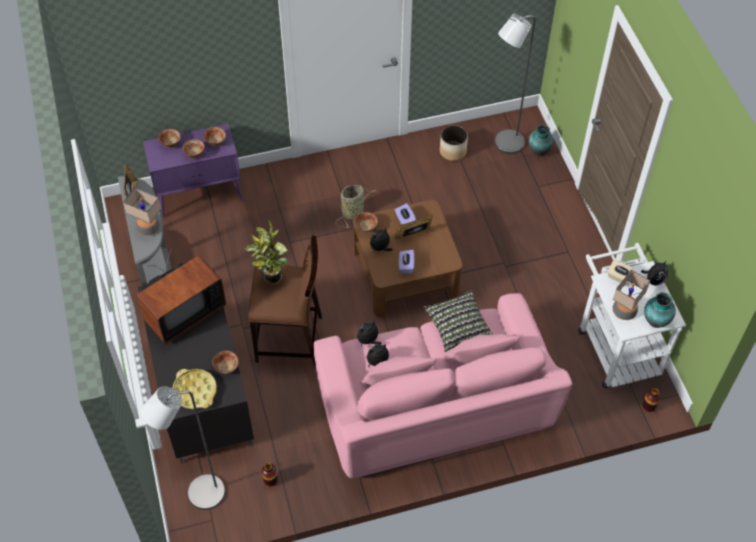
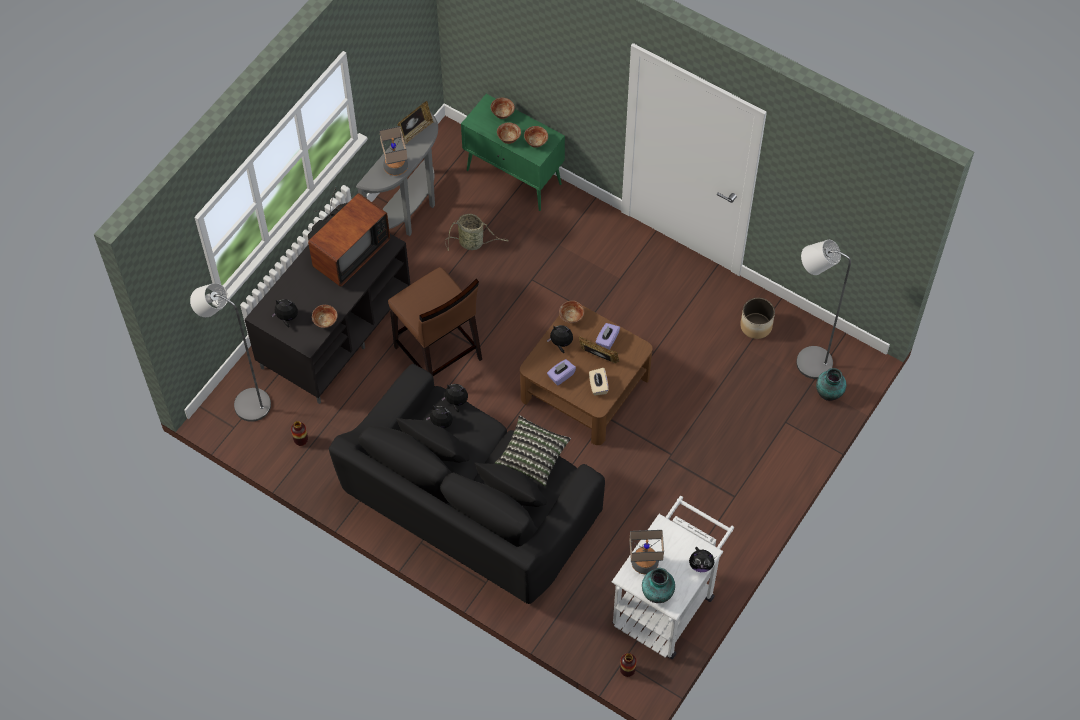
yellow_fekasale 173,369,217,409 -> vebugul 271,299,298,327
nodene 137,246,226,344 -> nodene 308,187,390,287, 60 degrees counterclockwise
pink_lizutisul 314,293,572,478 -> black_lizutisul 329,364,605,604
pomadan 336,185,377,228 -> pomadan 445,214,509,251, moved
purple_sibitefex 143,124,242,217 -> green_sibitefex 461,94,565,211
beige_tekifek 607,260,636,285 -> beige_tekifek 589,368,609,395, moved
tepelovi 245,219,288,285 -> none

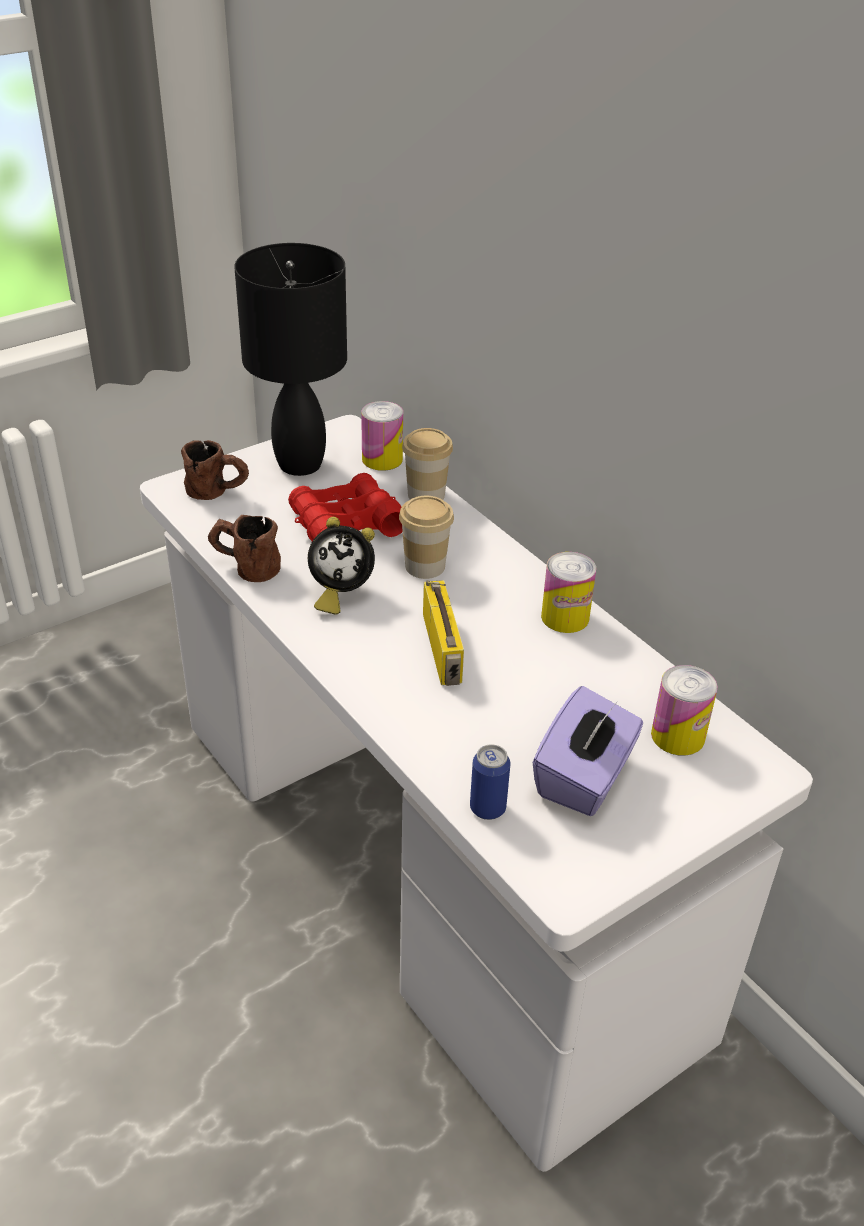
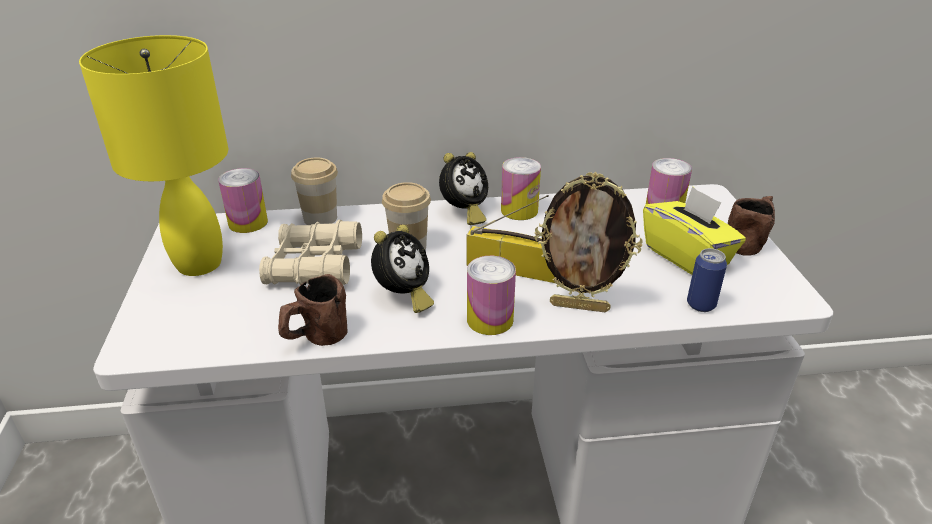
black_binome 234,243,347,476 -> yellow_binome 79,35,228,276
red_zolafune 288,473,403,541 -> beige_zolafune 259,220,362,285
none -> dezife 439,152,488,225
none -> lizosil 467,256,516,335
none -> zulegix 534,172,643,312
purple_tekifek 533,686,643,816 -> yellow_tekifek 643,186,746,275
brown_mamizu 181,440,249,500 -> brown_mamizu 728,196,775,256, moved

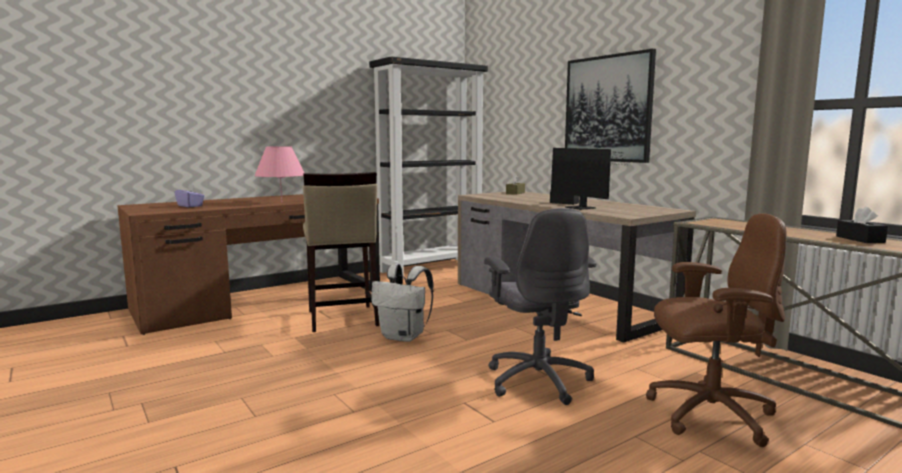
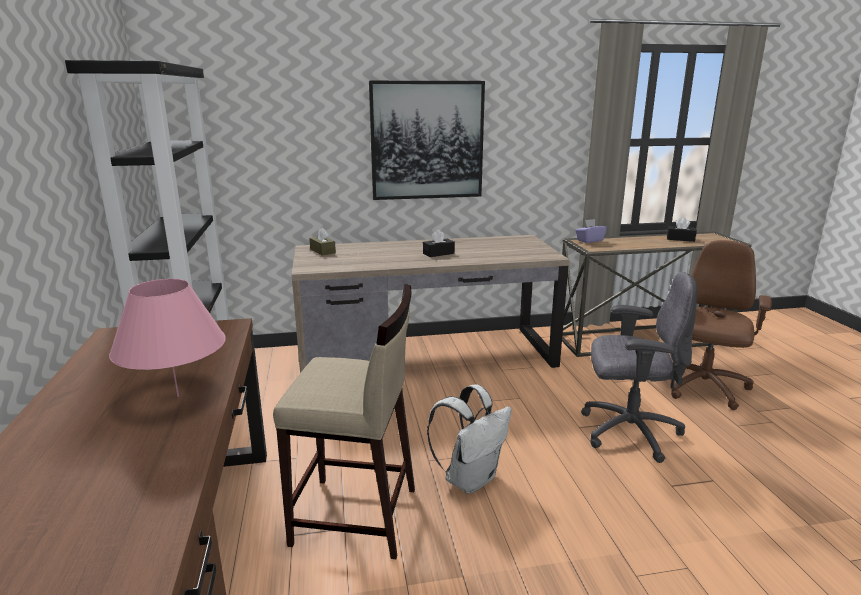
purple_tekifek 174,184,205,207 -> purple_tekifek 575,219,607,243, moved
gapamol 550,148,631,210 -> none

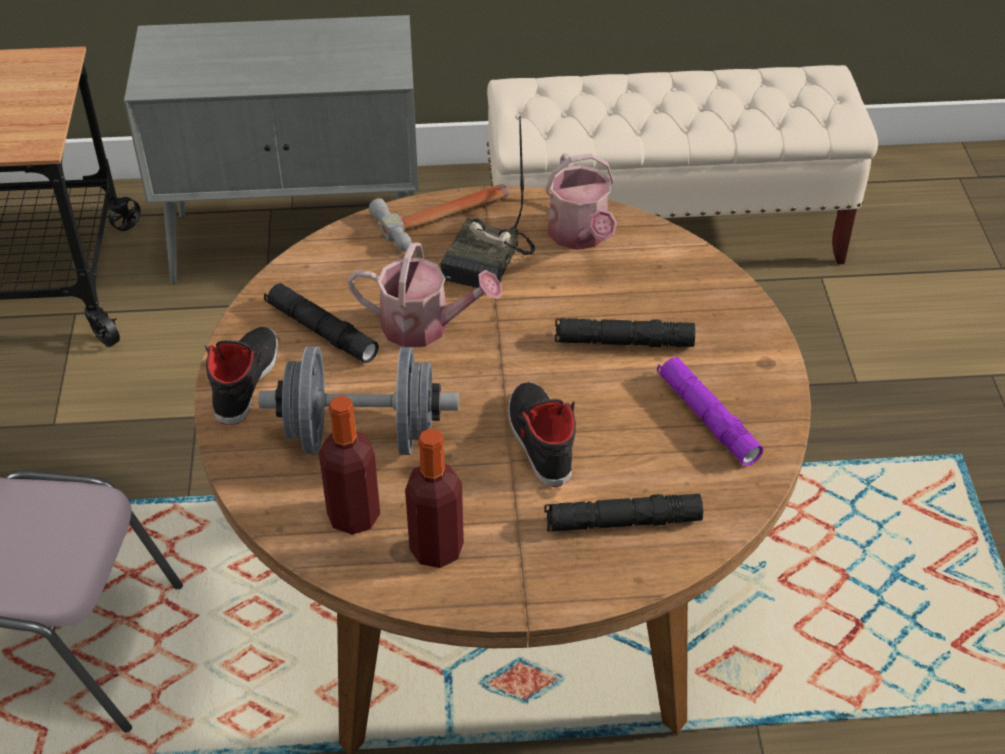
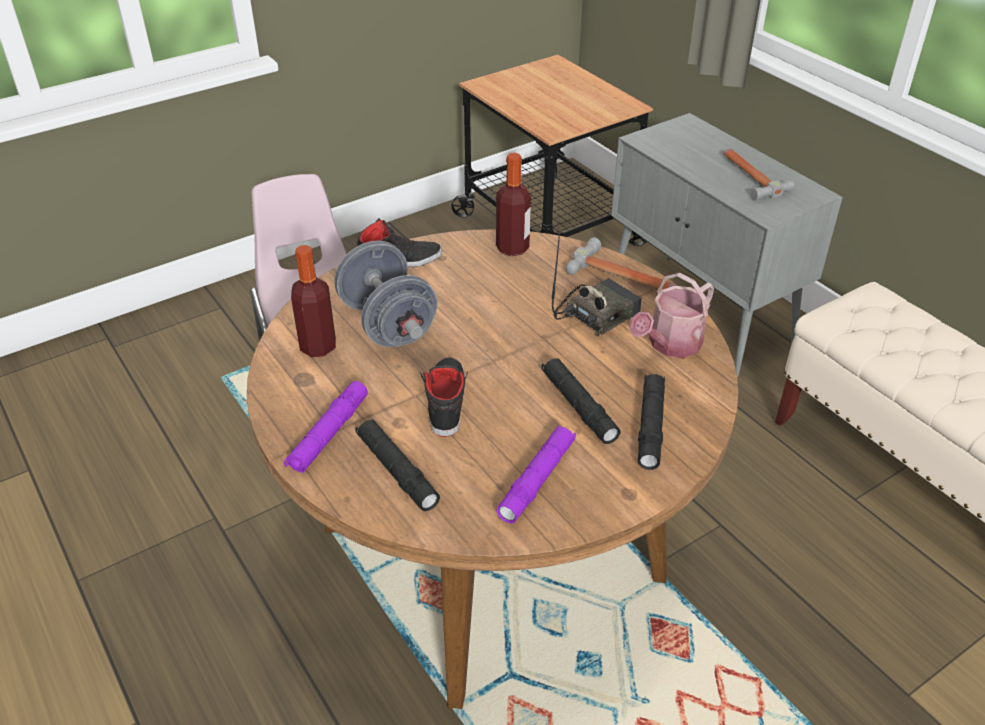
none -> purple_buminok 284,381,368,473
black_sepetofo 508,382,576,487 -> black_sepetofo 420,357,468,437, 45 degrees counterclockwise
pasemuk 405,428,464,568 -> pasemuk 496,153,531,256, moved
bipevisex 440,116,535,288 -> bipevisex 552,233,642,336, 150 degrees clockwise
black_buminok 264,283,379,363 -> black_buminok 638,374,665,470, moved
none -> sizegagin 723,149,795,201
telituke 348,243,502,347 -> none

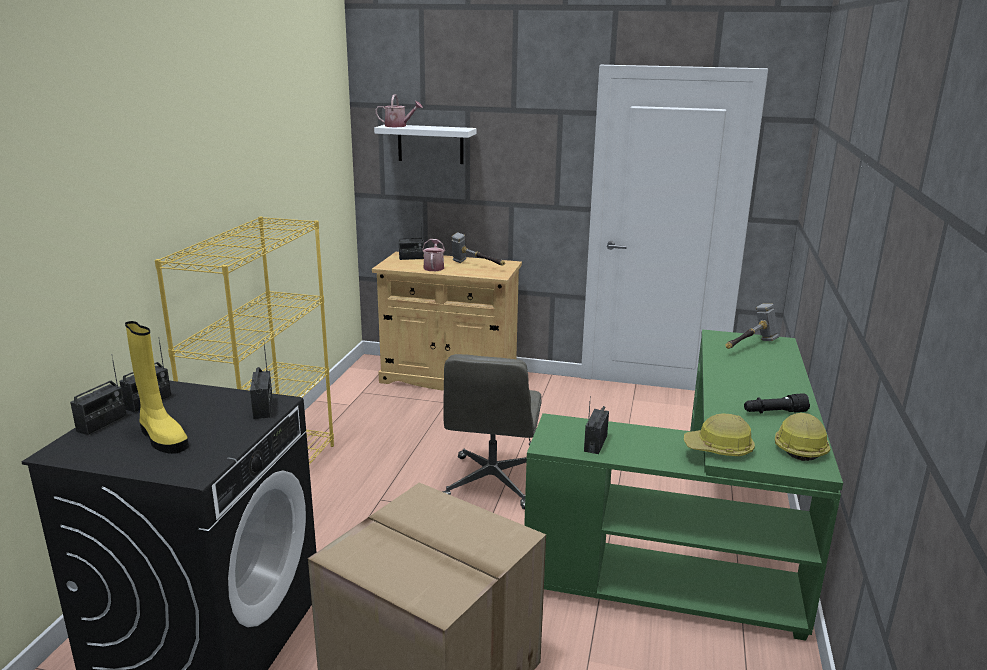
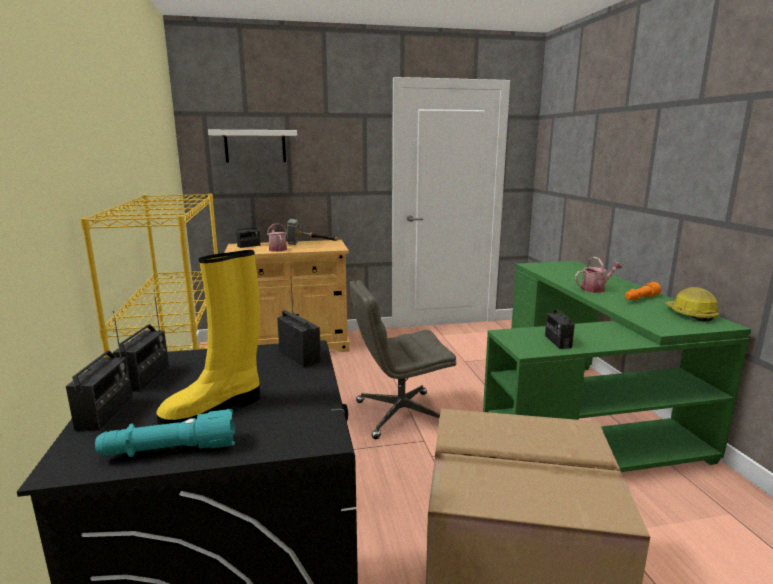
none -> turquoise_buminok 95,409,235,457
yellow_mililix 125,321,189,454 -> yellow_mililix 156,250,260,425, 120 degrees clockwise
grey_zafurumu 442,354,542,510 -> grey_zafurumu 349,280,456,439, 90 degrees clockwise
telituke 375,94,423,127 -> telituke 575,257,622,293, moved
black_buminok 744,393,810,413 -> orange_buminok 625,282,661,300
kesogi 684,414,755,456 -> none
sizegagin 726,303,779,349 -> none

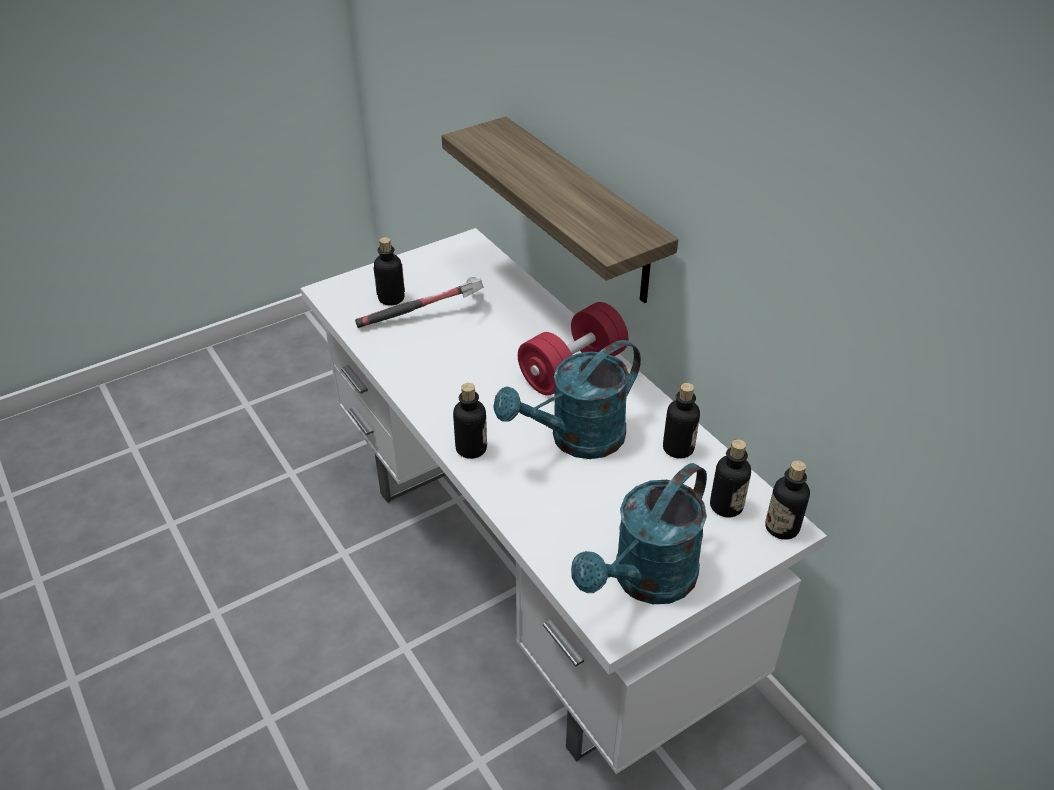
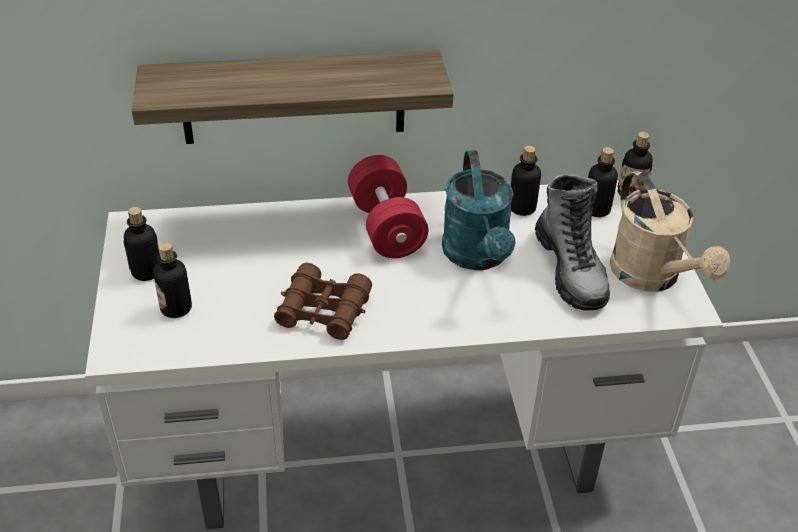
pasemuk 453,383,487,459 -> pasemuk 124,207,159,281, moved
none -> brown_zolafune 274,263,372,340
none -> mililix 535,174,610,310
turquoise_telituke 571,463,707,604 -> beige_telituke 610,171,730,292
sizegagin 355,277,484,328 -> none

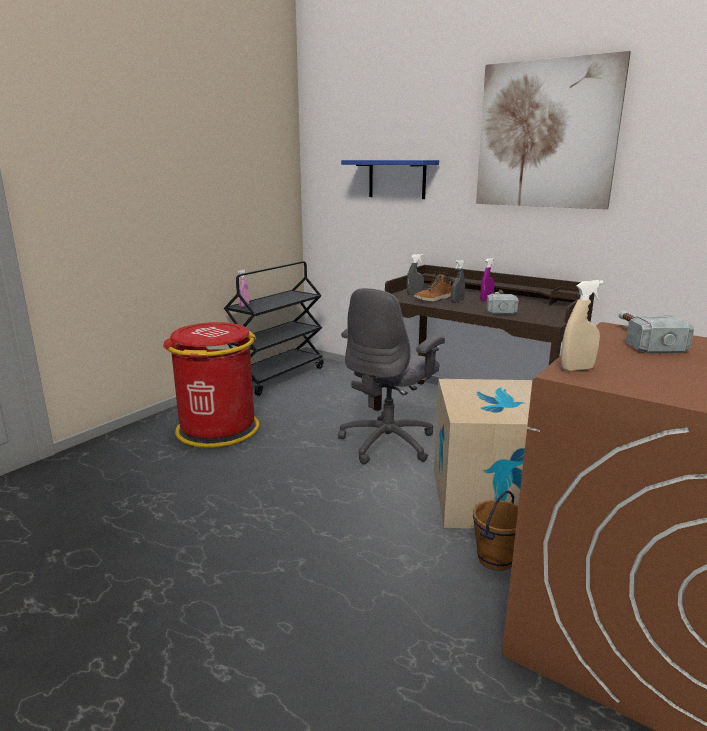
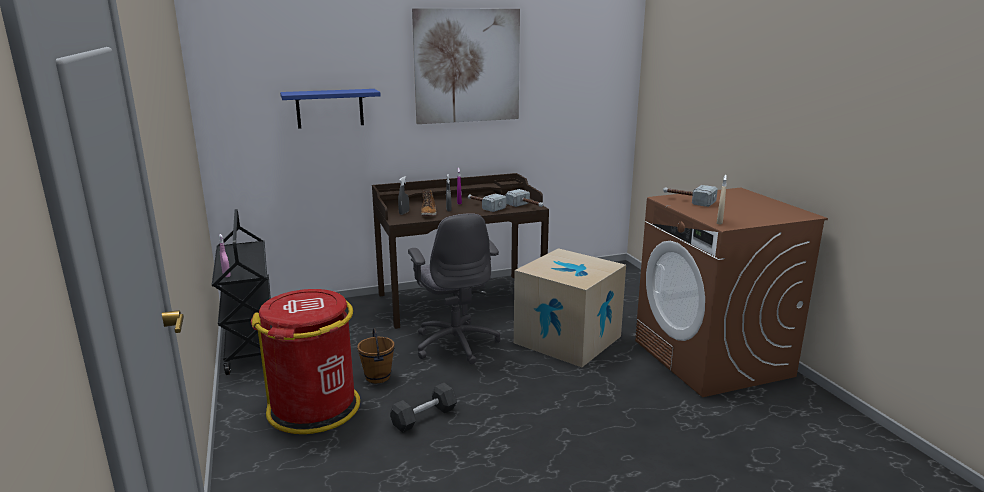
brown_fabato 473,491,518,571 -> brown_fabato 357,328,395,383, moved
none -> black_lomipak 390,383,457,433
none -> sizegagin 505,189,543,207

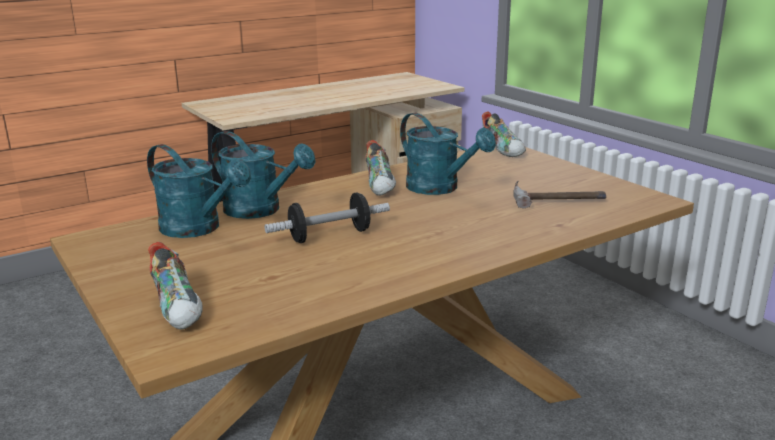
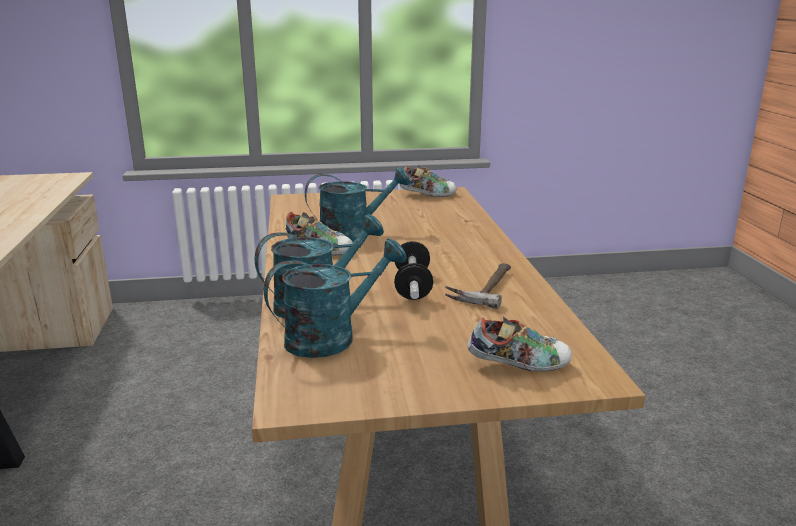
sepetofo 482,112,526,157 -> sepetofo 400,165,457,197, moved
sizegagin 513,181,606,208 -> sizegagin 445,263,511,309, moved

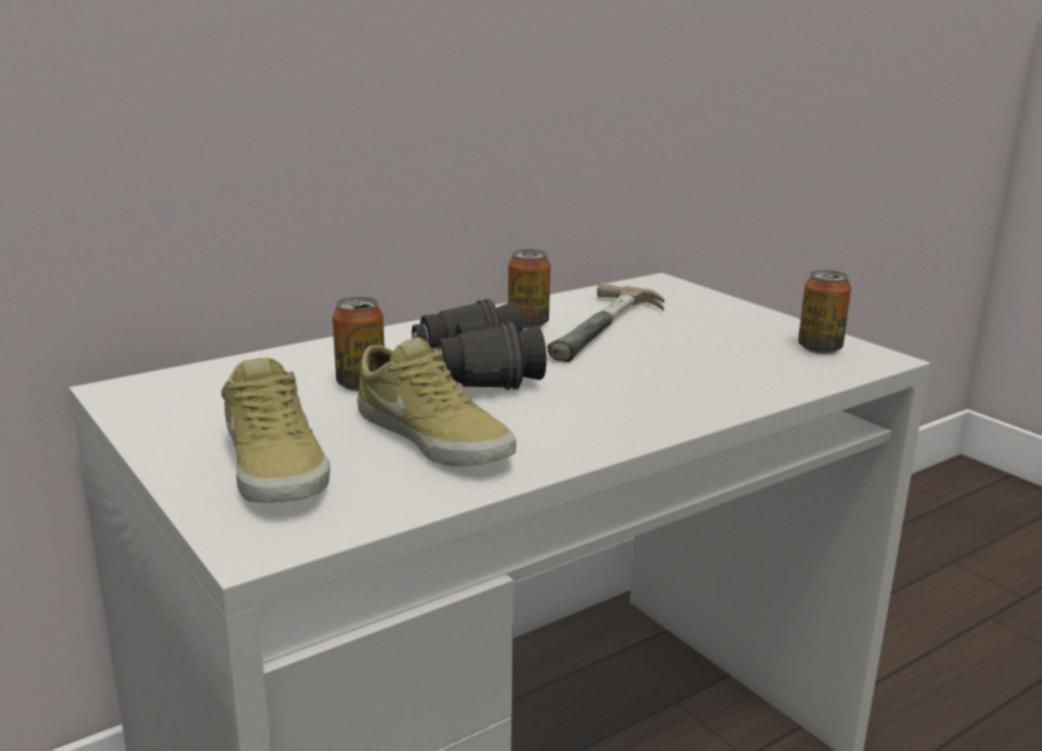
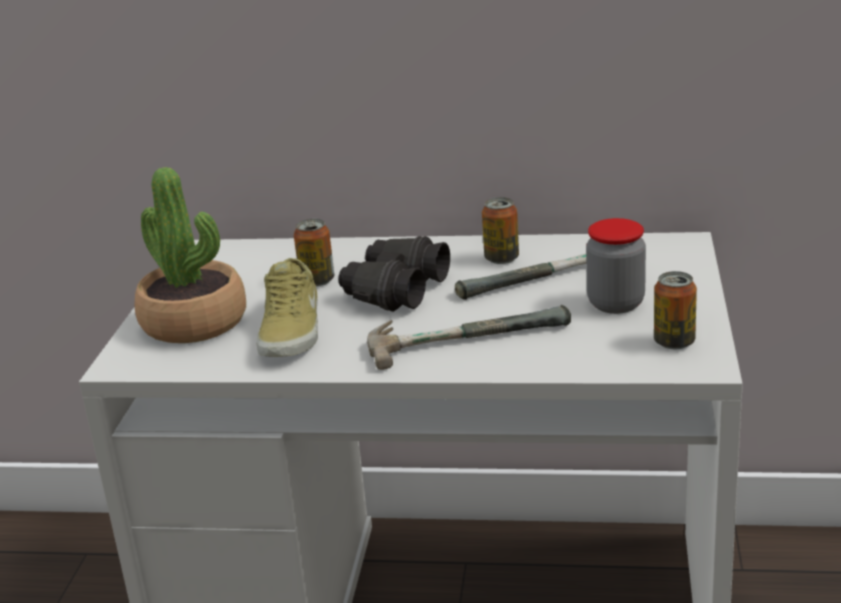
beige_sepetofo 221,357,330,503 -> tepelovi 134,167,246,343
none -> sizegagin 367,305,571,370
none -> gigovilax 586,218,646,314

